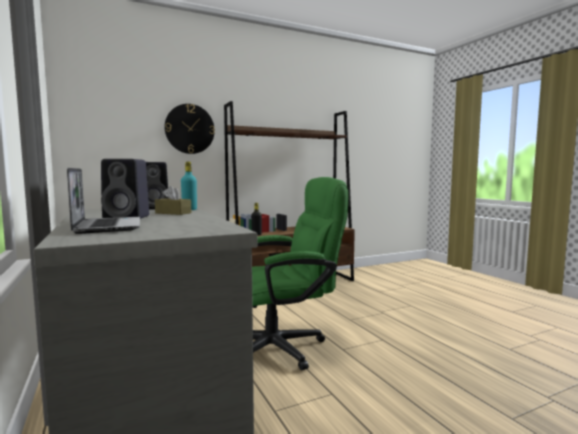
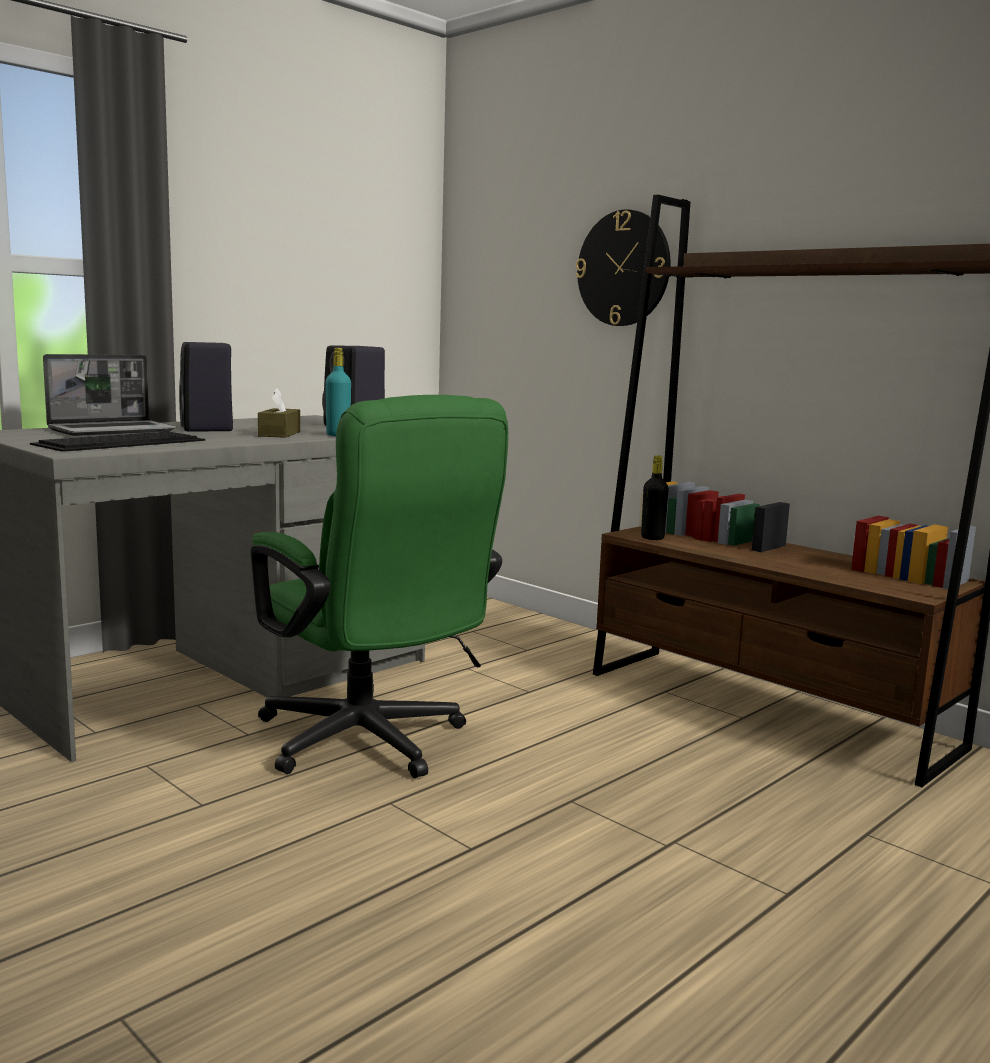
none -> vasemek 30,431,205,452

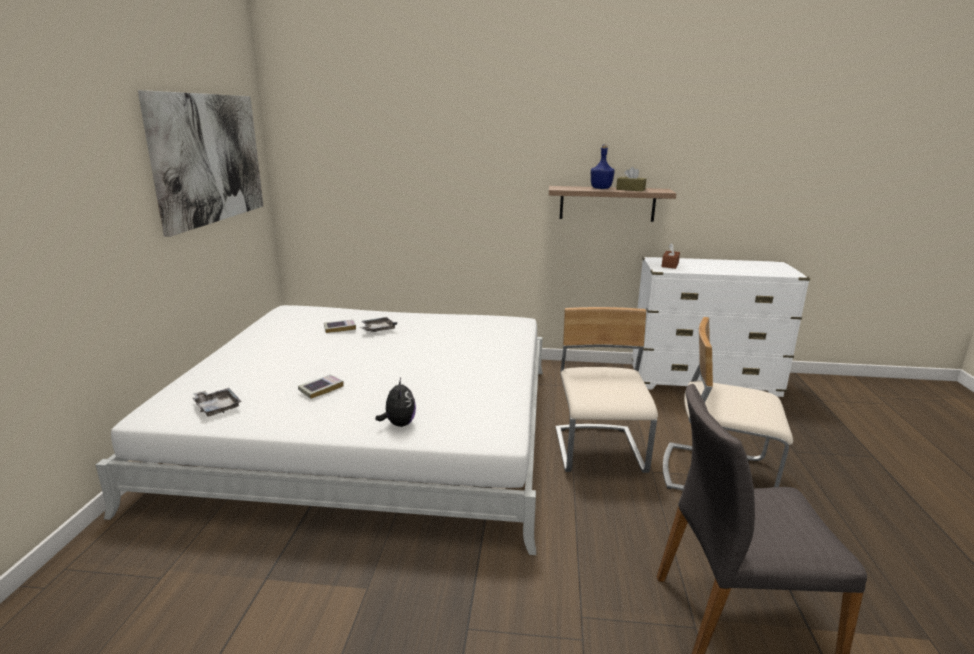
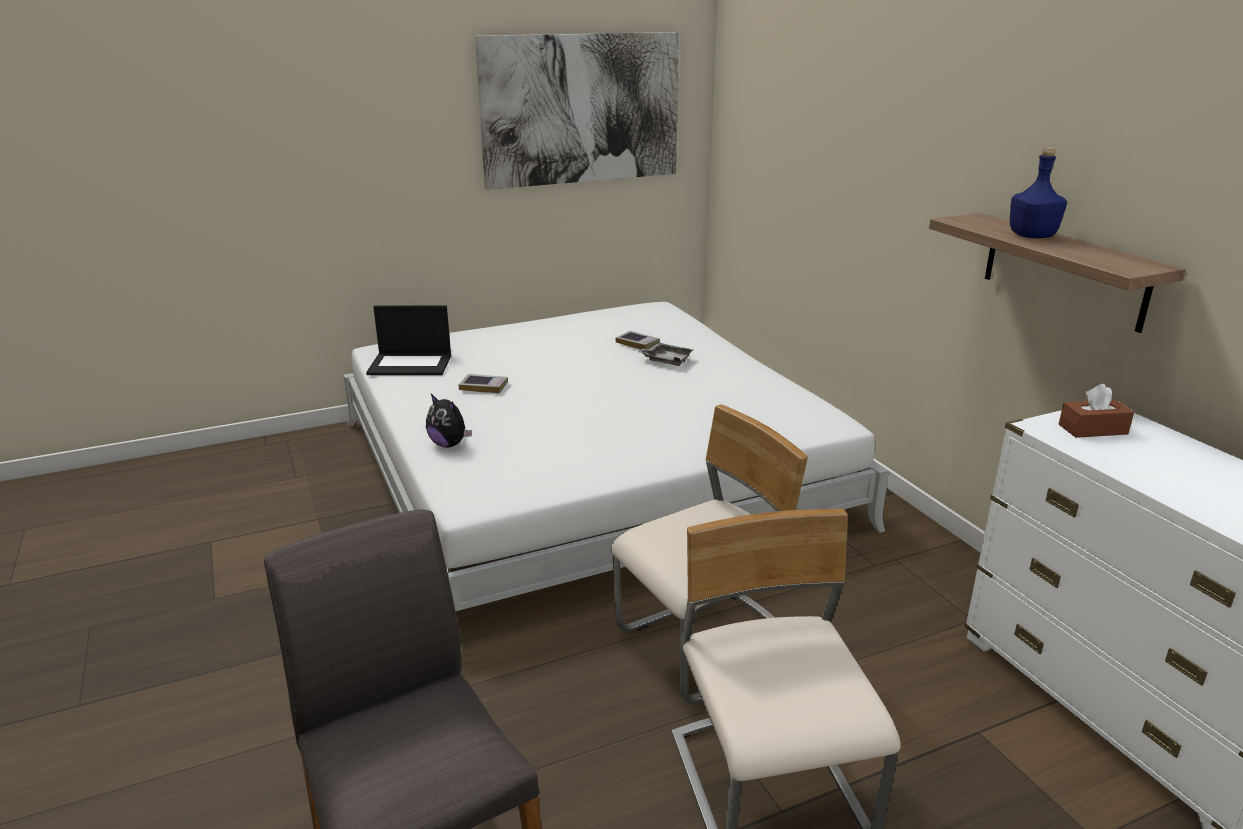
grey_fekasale 193,388,242,417 -> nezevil 366,305,451,375
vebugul 375,378,416,427 -> vebugul 426,394,472,448, 75 degrees clockwise
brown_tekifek 616,167,646,191 -> none

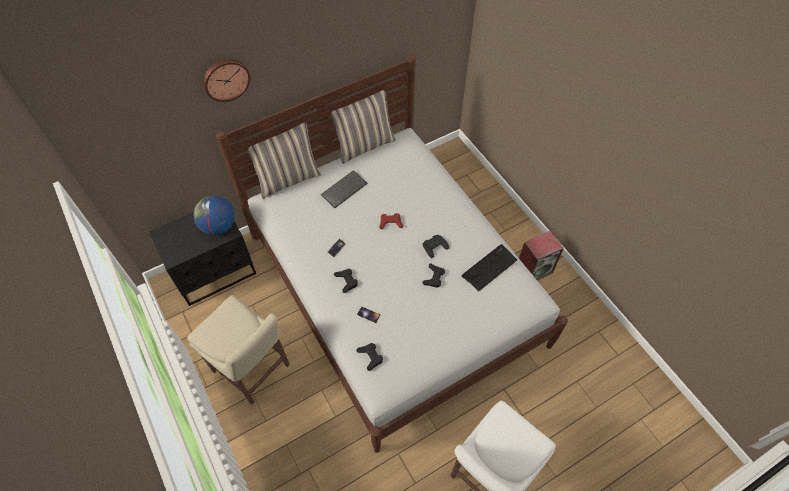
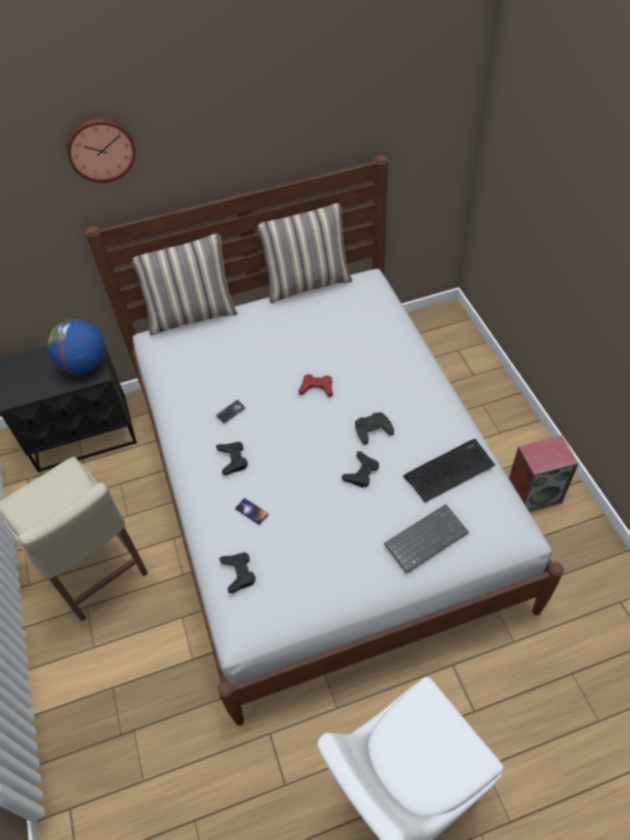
vasemek 321,170,367,208 -> vasemek 384,504,469,574, moved

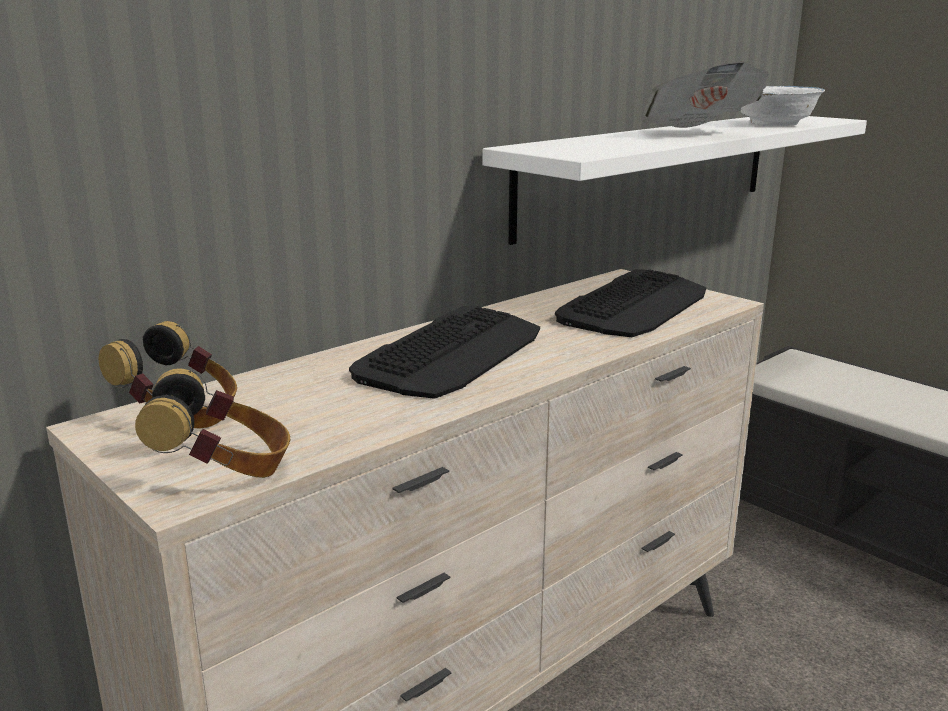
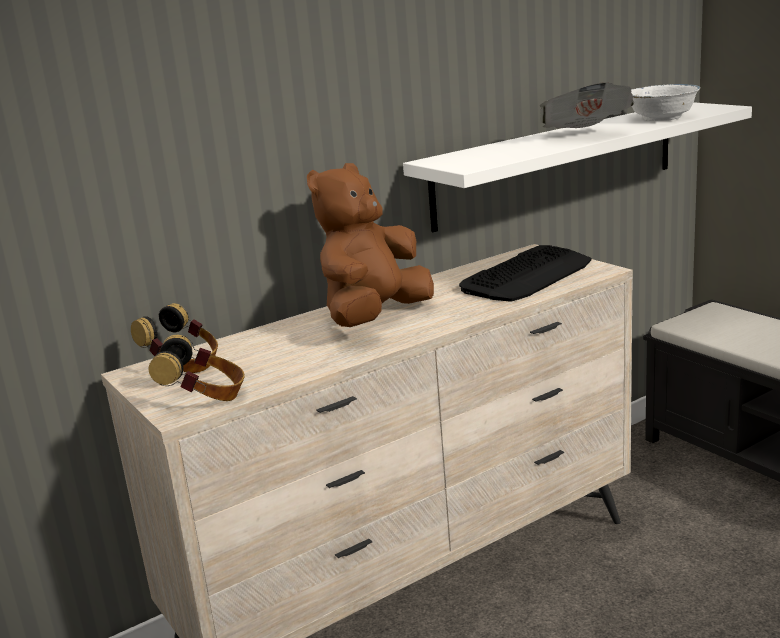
vasemek 349,306,540,399 -> brown_vebugul 307,163,434,327

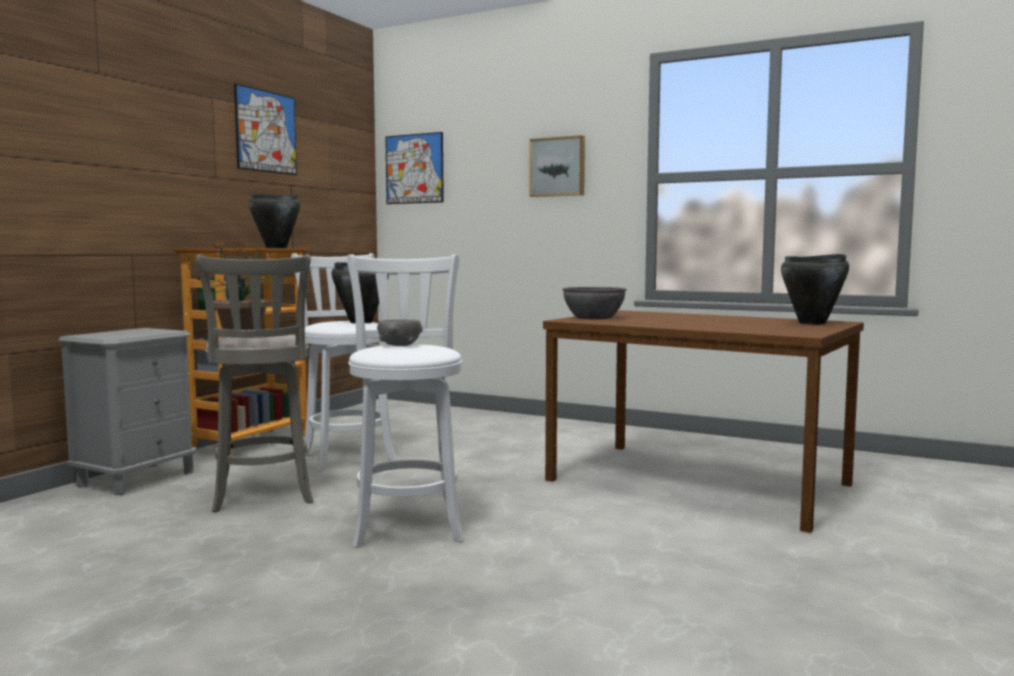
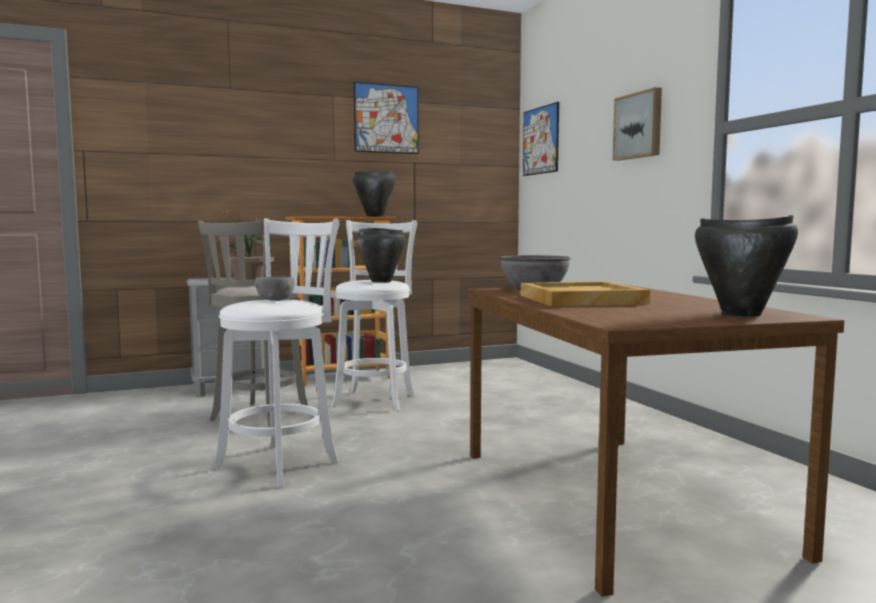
none -> beige_fekasale 521,281,650,306

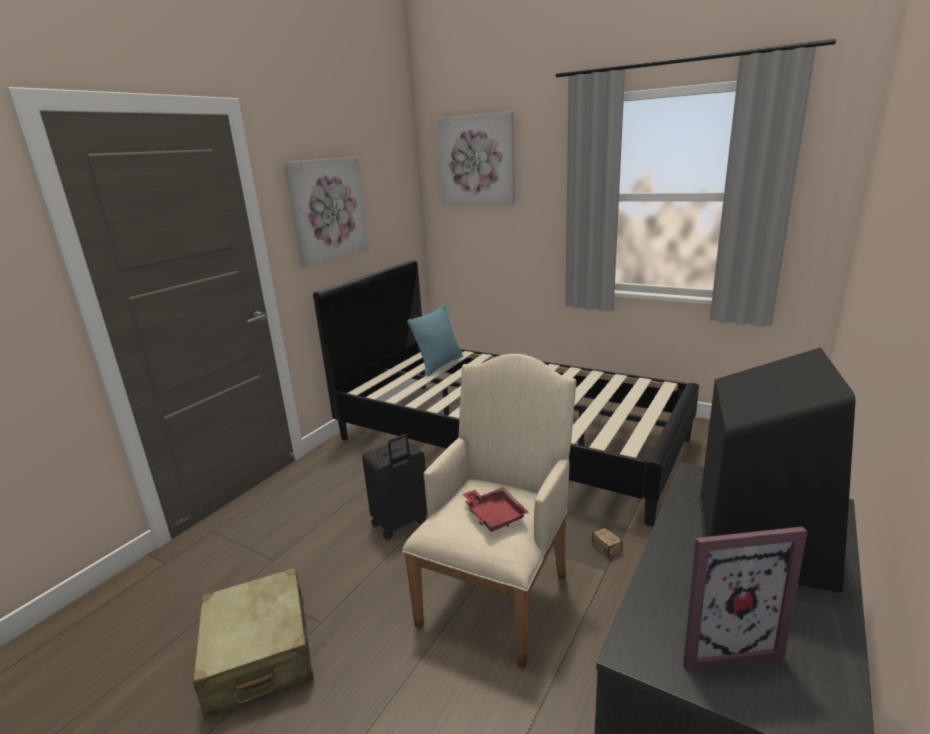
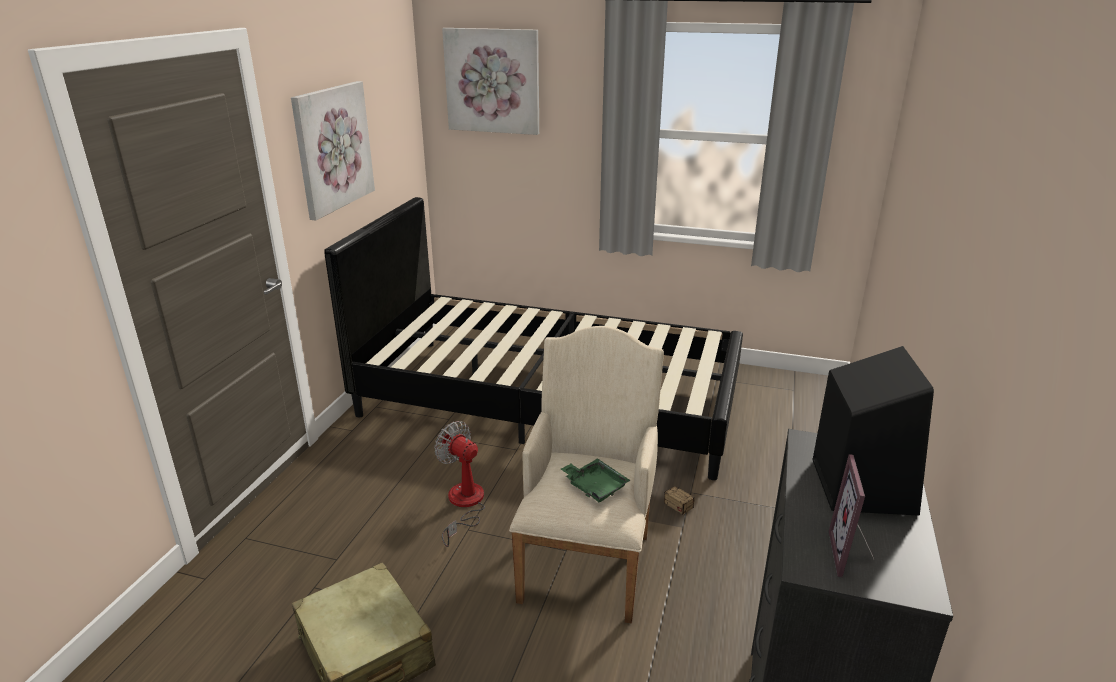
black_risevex 362,434,428,540 -> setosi 434,421,485,547
red_fekasale 463,487,529,532 -> green_fekasale 561,458,630,502
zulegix 683,526,807,671 -> zulegix 829,454,874,577, 120 degrees clockwise
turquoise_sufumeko 407,304,463,377 -> none

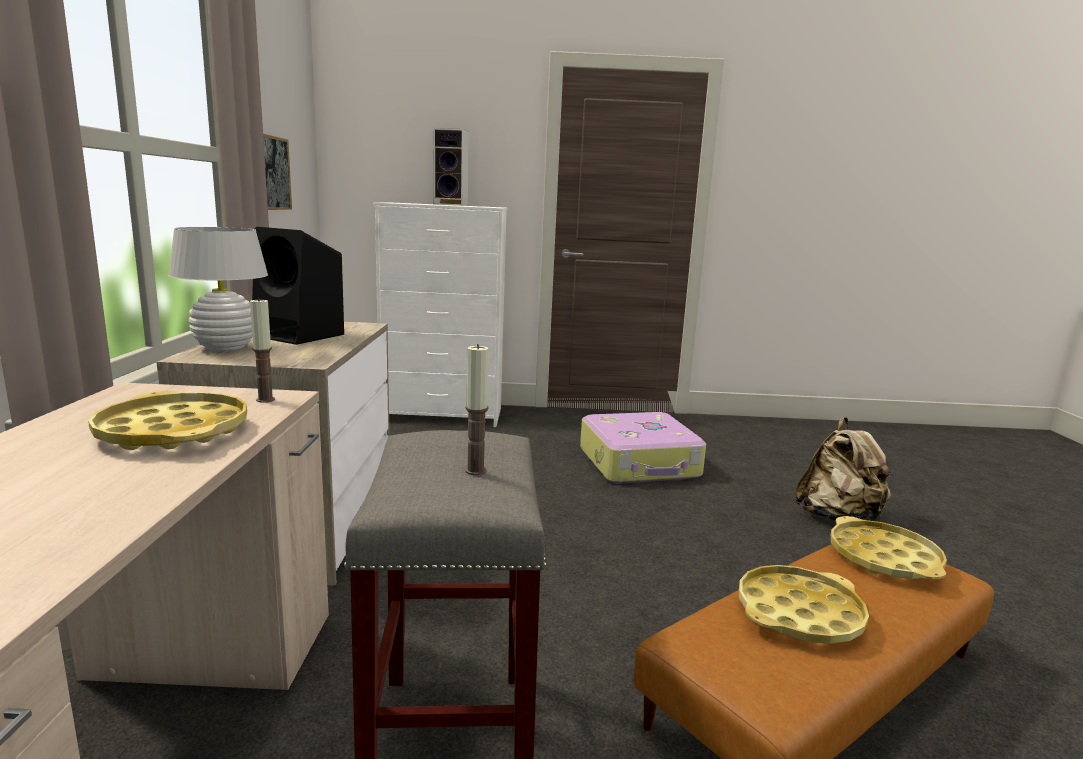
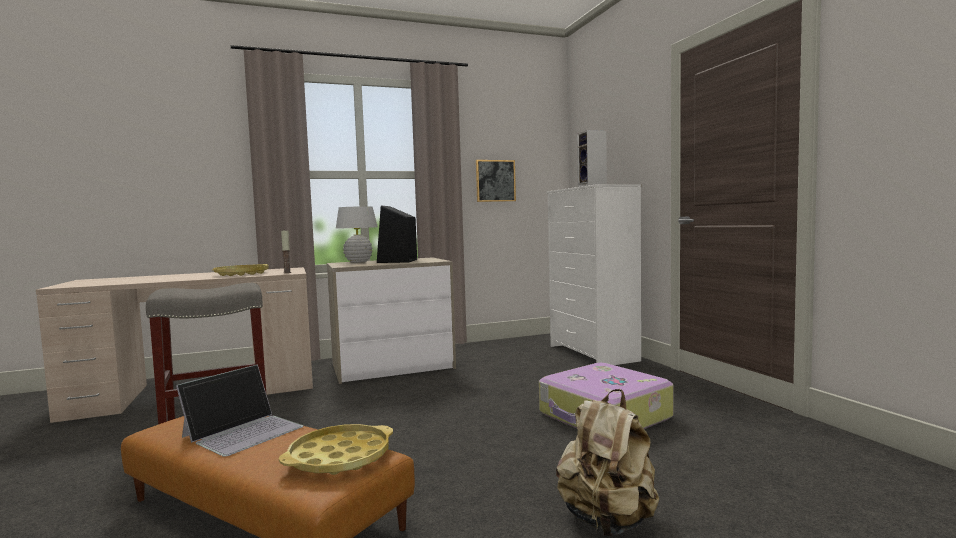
yellow_fekasale 739,565,869,644 -> nezevil 176,364,303,457
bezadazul 465,344,489,475 -> none

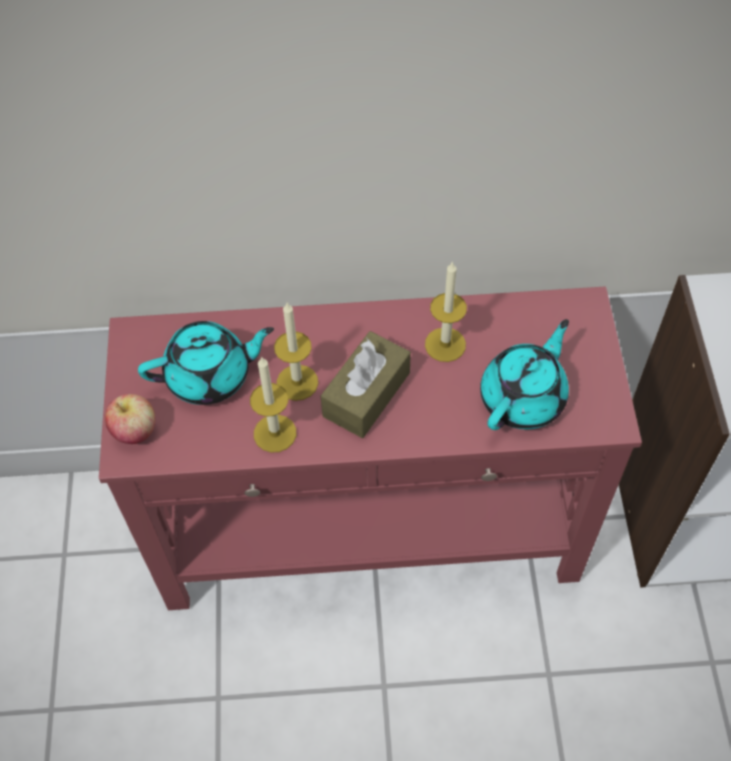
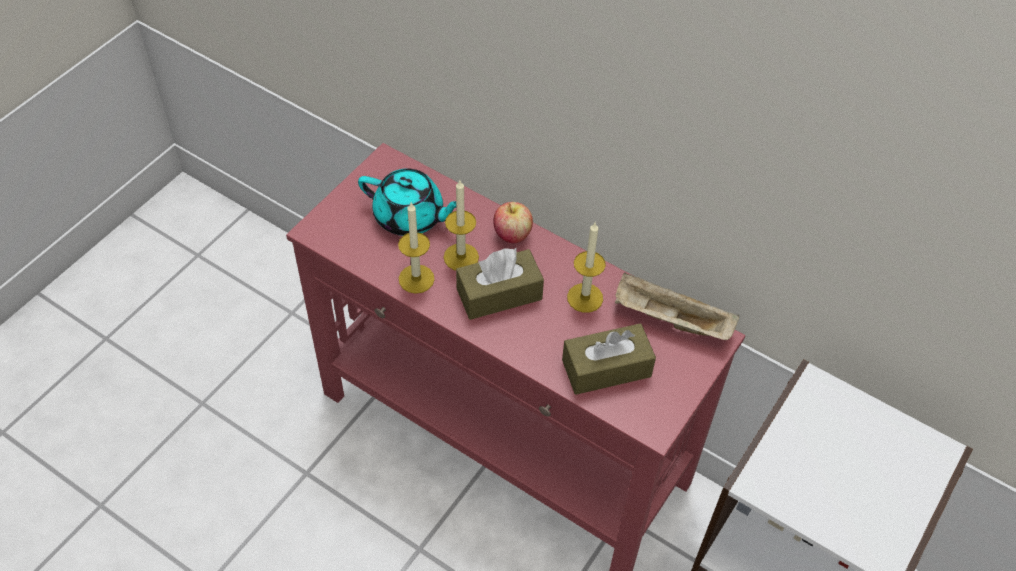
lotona 105,394,155,444 -> lotona 493,202,533,244, moved
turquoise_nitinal 480,319,569,430 -> brown_tekifek 562,323,656,395
none -> beige_fekasale 615,273,739,340

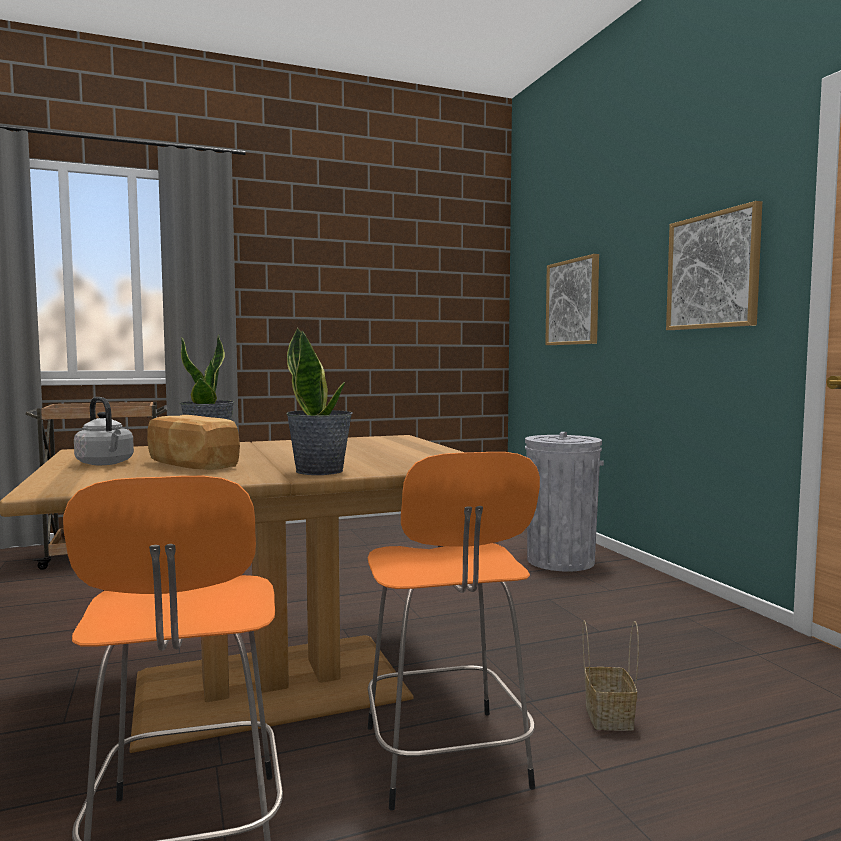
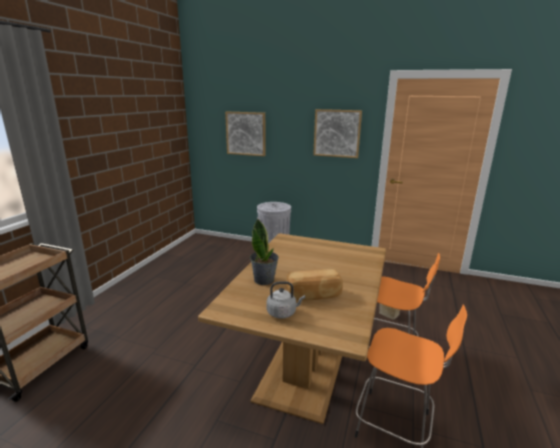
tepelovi 286,327,353,475 -> none

